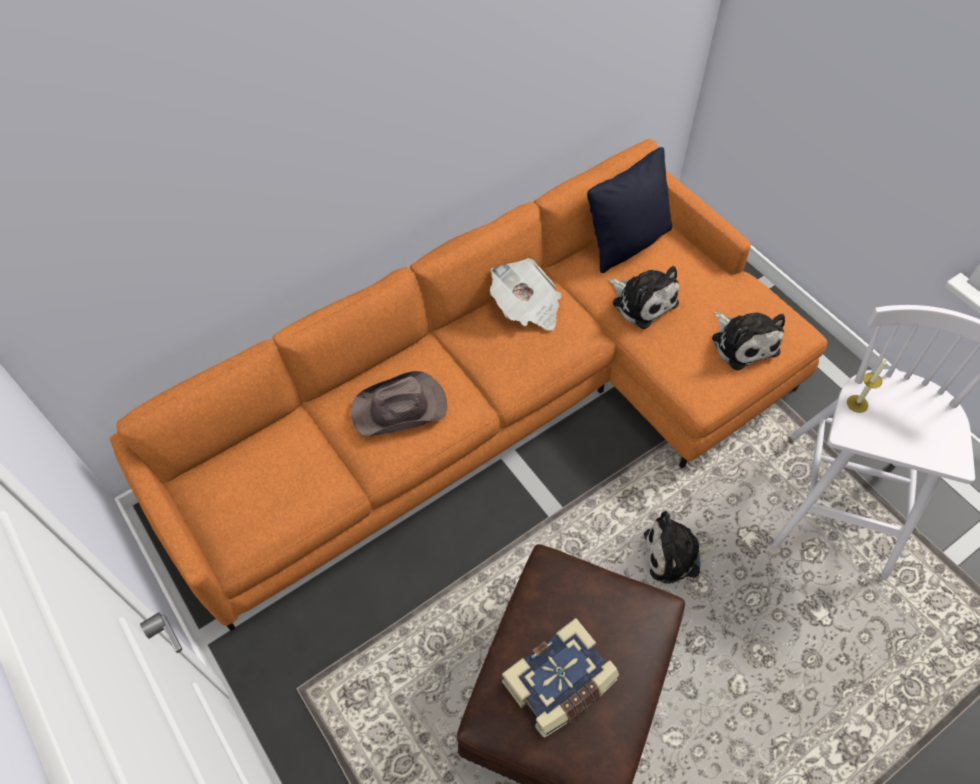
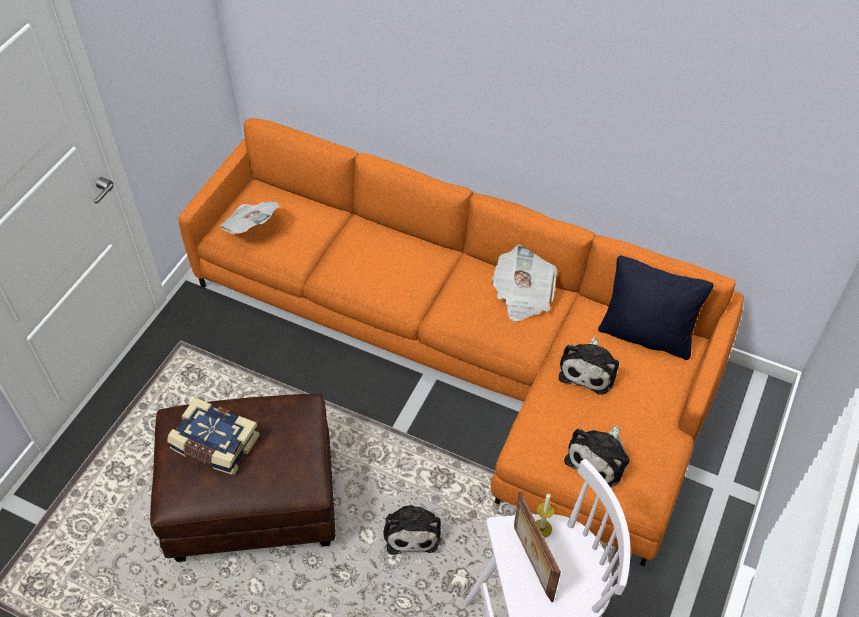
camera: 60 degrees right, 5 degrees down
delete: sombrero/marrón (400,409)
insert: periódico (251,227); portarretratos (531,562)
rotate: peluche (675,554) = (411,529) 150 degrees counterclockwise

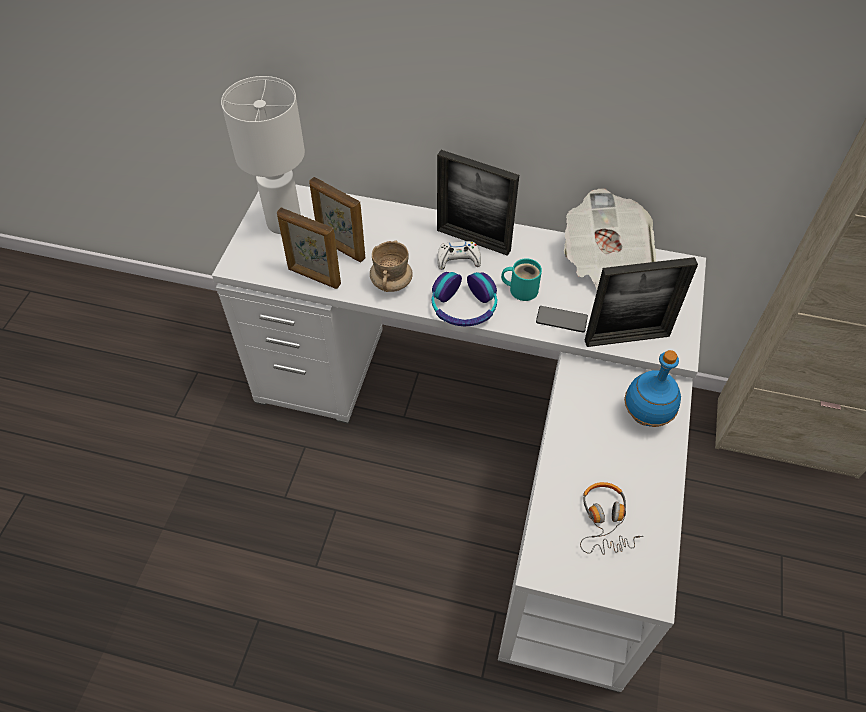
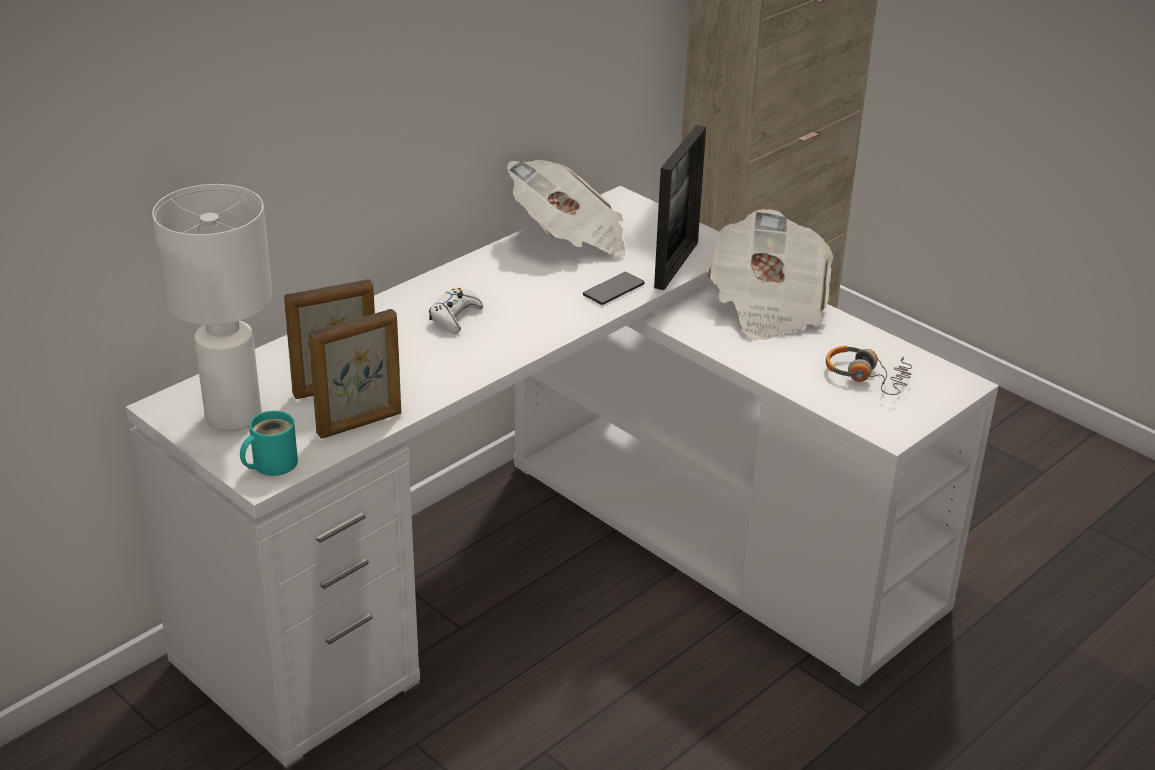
camera: 60 degrees left, 20 degrees down
delete: taza grande/beis (391,283); auriculares (464,307); portarretratos (473,240)
move: taza grande/turquesa (521,289) to (270,464)
replace: botella/azul (645,416) to periódico (767,307)

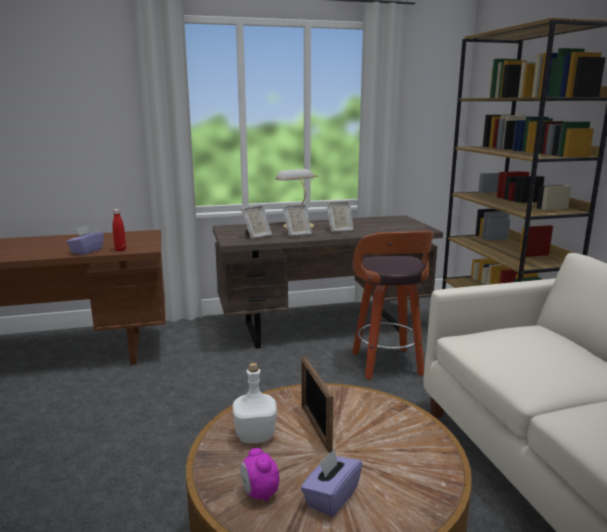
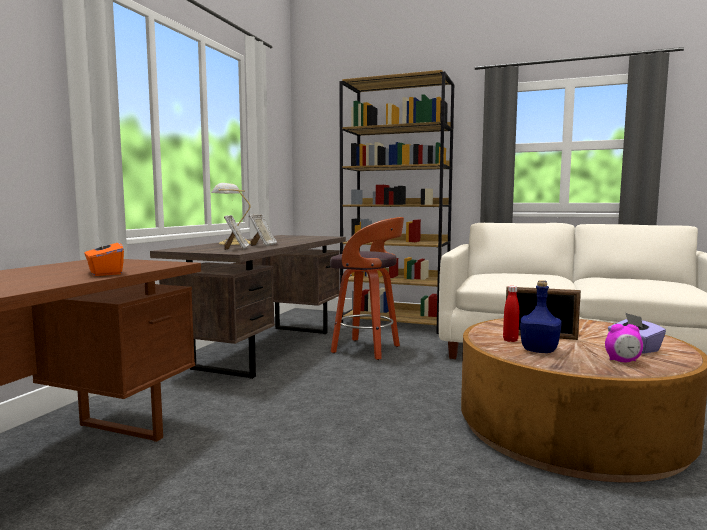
camera: 55 degrees left, 10 degrees down
delete: portarretratos (339,230)
move: botella/rojo (120,250) to (510,340)
recolor: caja de pañuelos/morado (86,251) to caja de pañuelos/naranja (104,273); botella/blanco (256,436) to botella/azul (539,350)

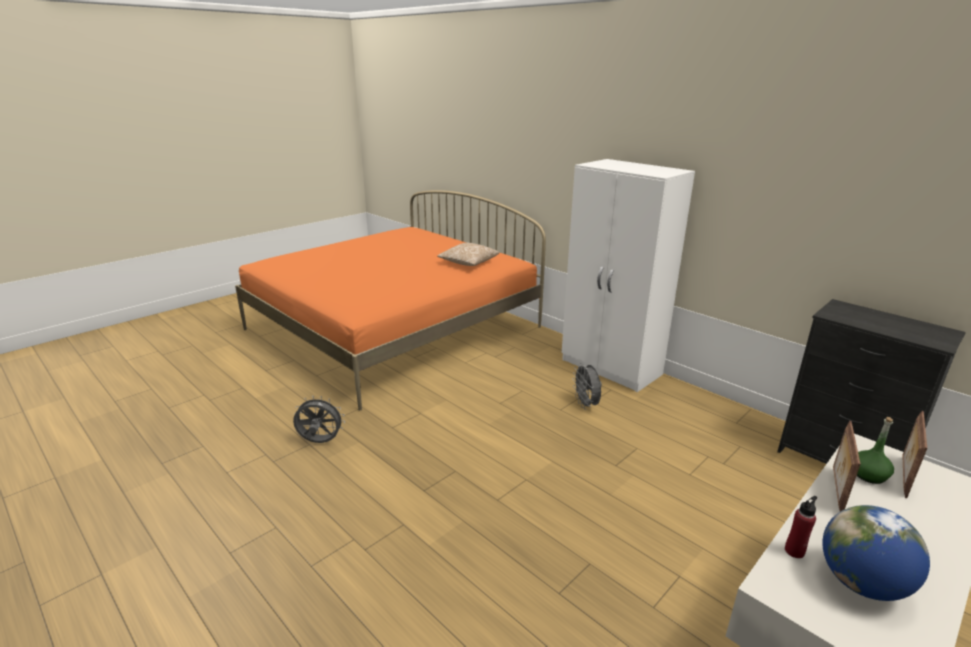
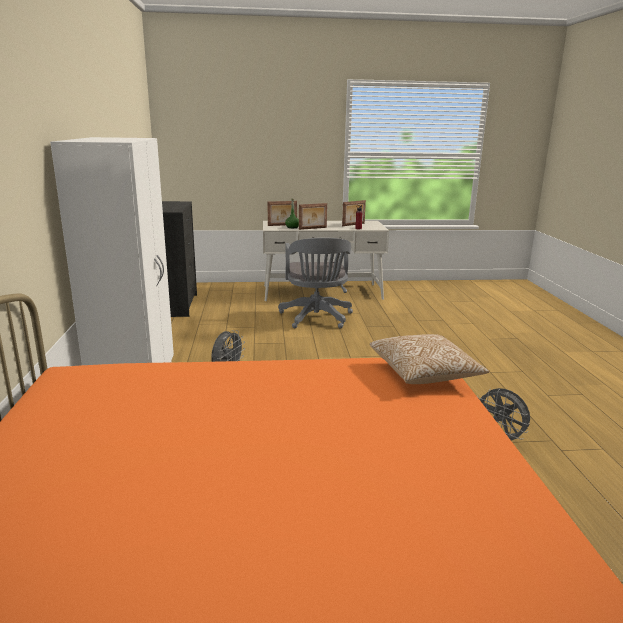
camera: 140 degrees left, 5 degrees down
insert: silla de oficina/gris (316,318)
move: cojín (468,263) to (424,373)
replace: globo terráqueo (861,583) to portarretratos (353,225)

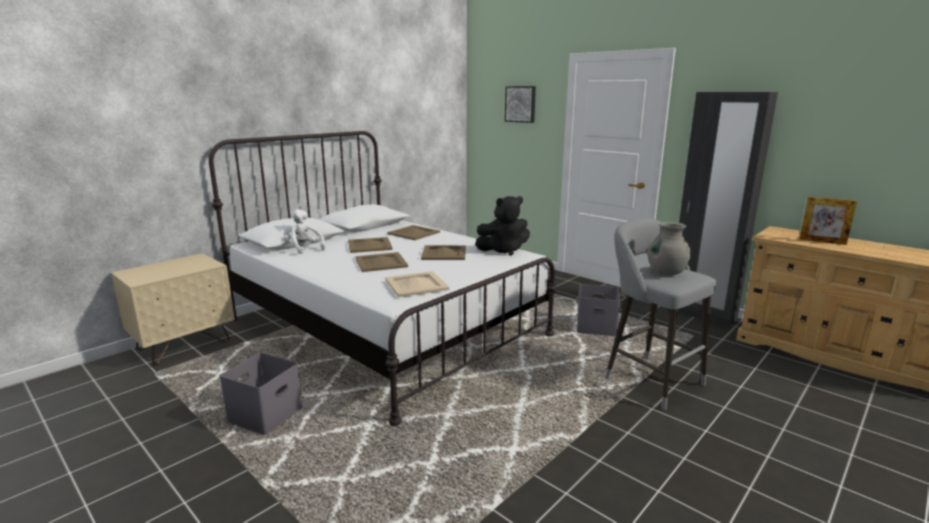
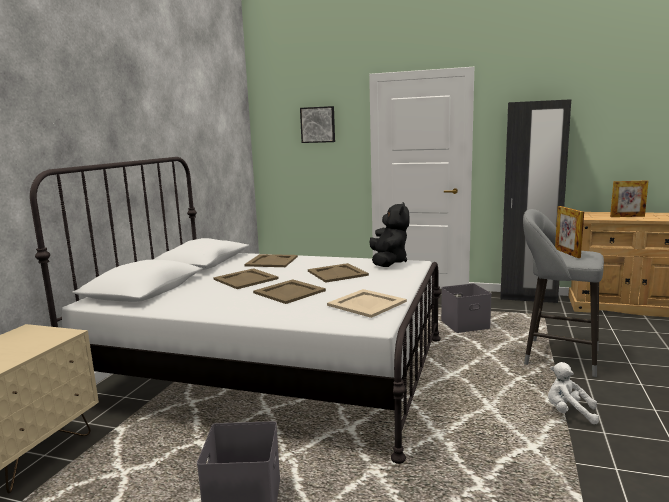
camera: 25 degrees left, 5 degrees down
move: peluche/blanco (304,249) to (569,413)
replace: florero/gris (666,272) to portarretratos (567,253)
rotate: peluche/negro (503,250) = (388,262) 45 degrees counterclockwise

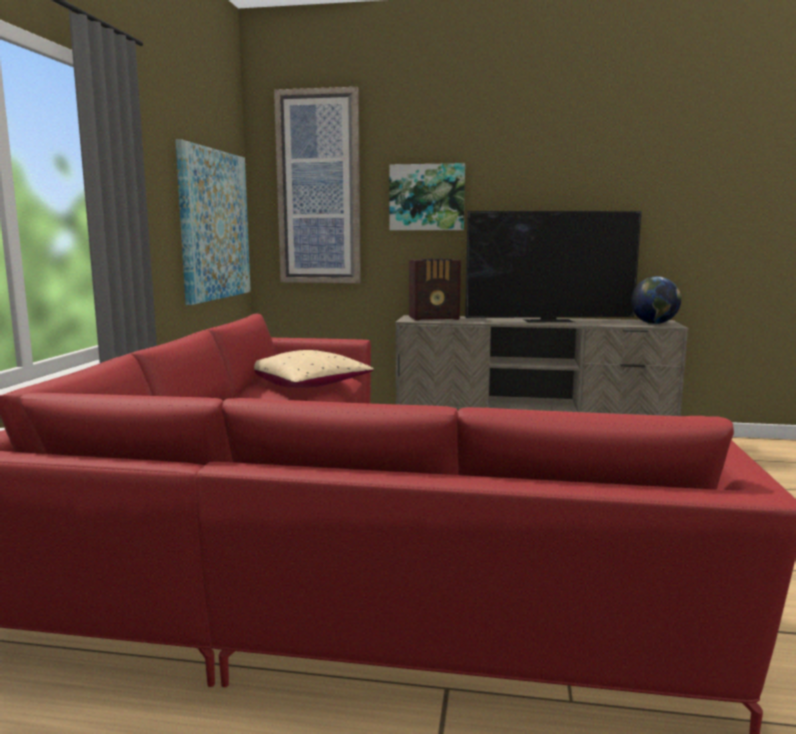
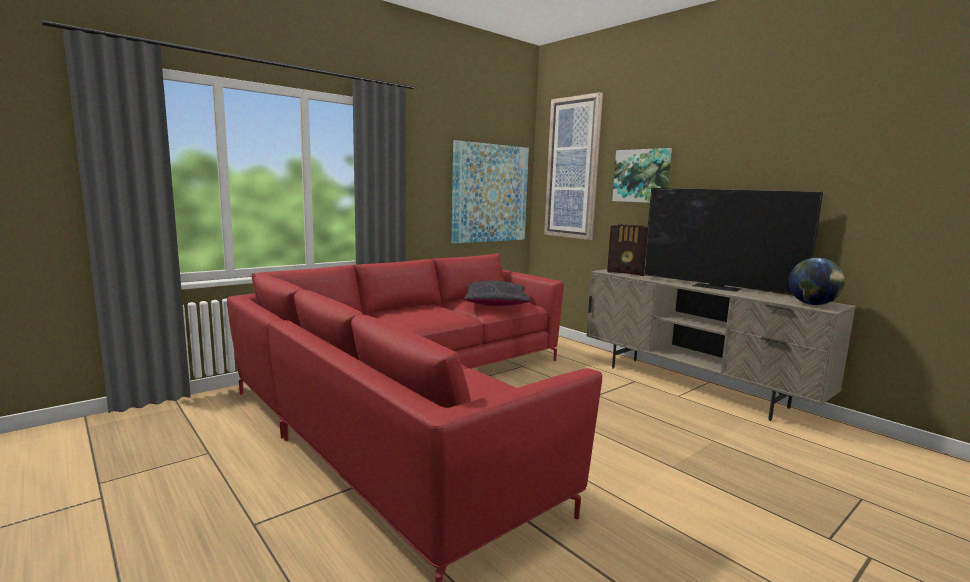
camera: 40 degrees right, 0 degrees up
recolor: cojín/beis (308,385) to cojín/negro (495,304)

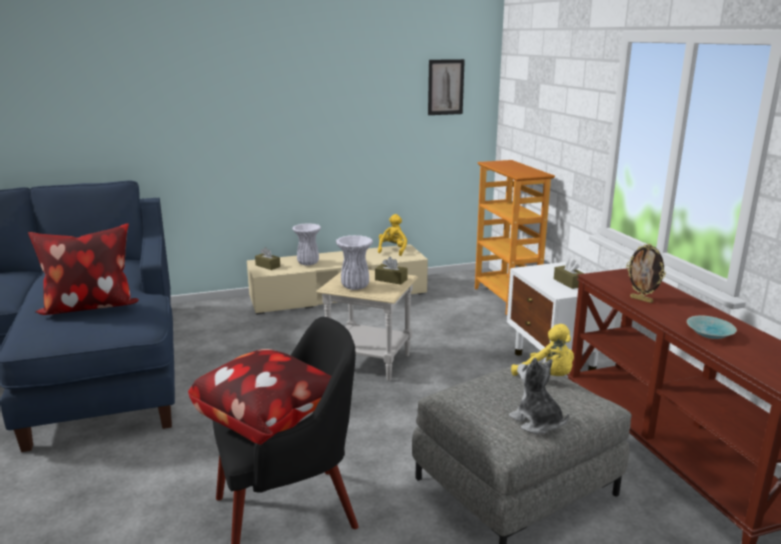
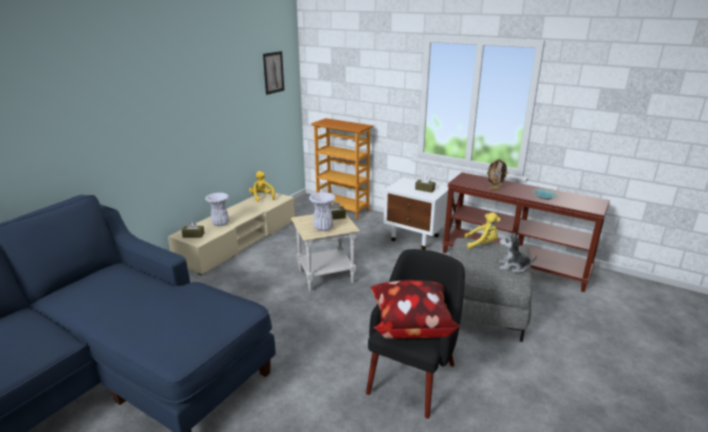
camera: 40 degrees left, 5 degrees up
delete: cojín (89,307)

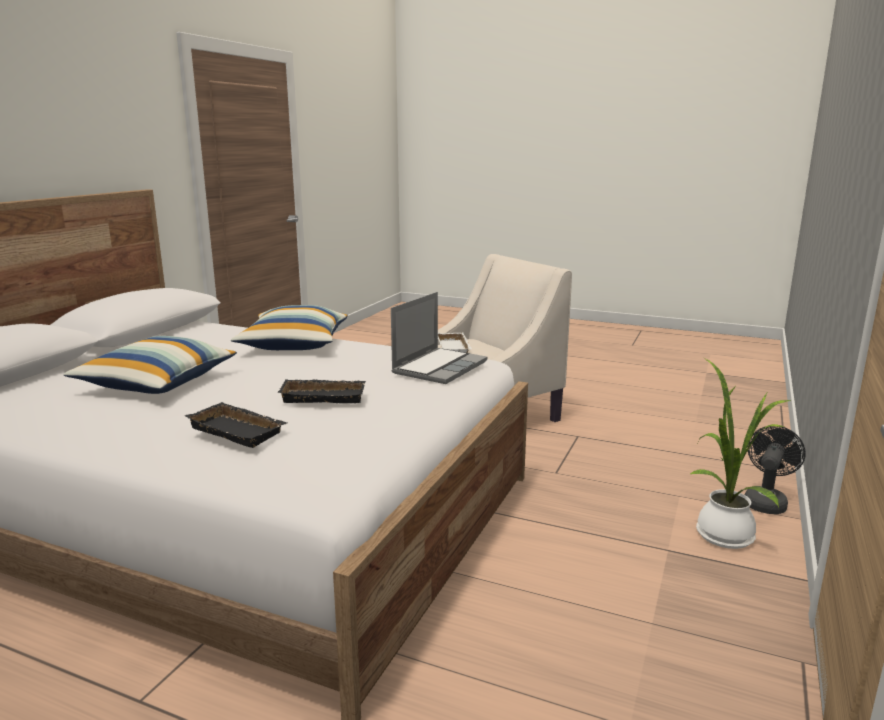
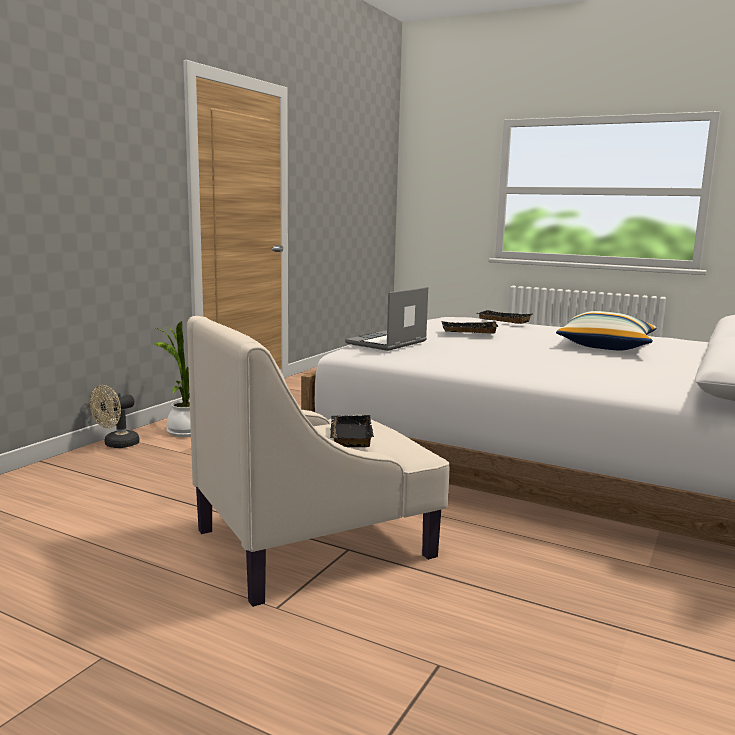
camera: 175 degrees left, 5 degrees down
delete: cojín (294,344)
recolor: ventilador/negro (765,501) to ventilador/beis (116,445); bandeja/blanco (455,348) to bandeja/negro (348,435)

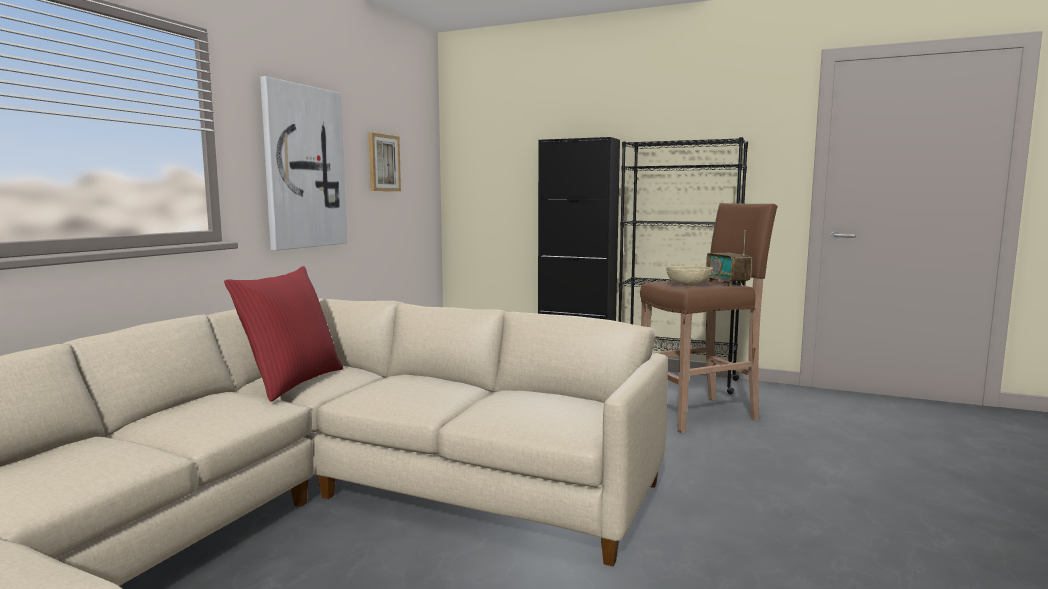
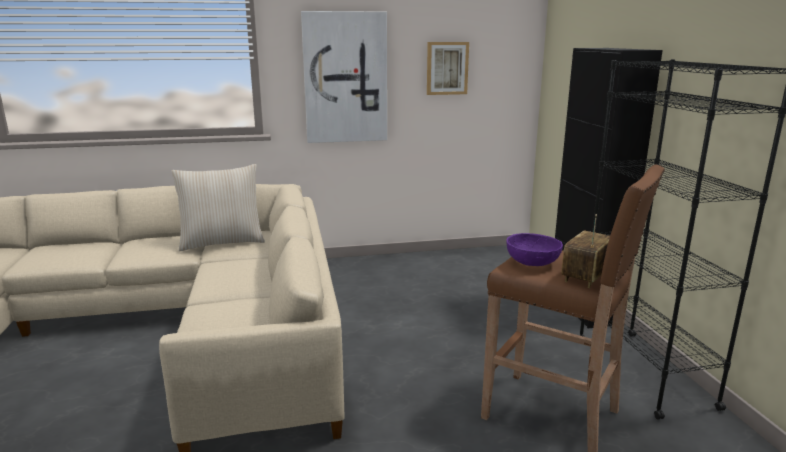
camera: 55 degrees right, 10 degrees up
recolor: cojín/rojo (291,383) to cojín/beis (222,242); cuenco/beis (688,285) to cuenco/morado (532,262)

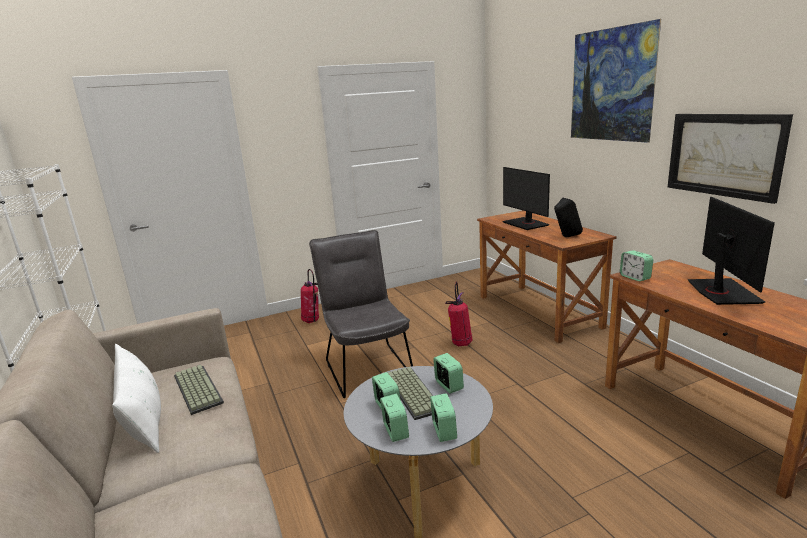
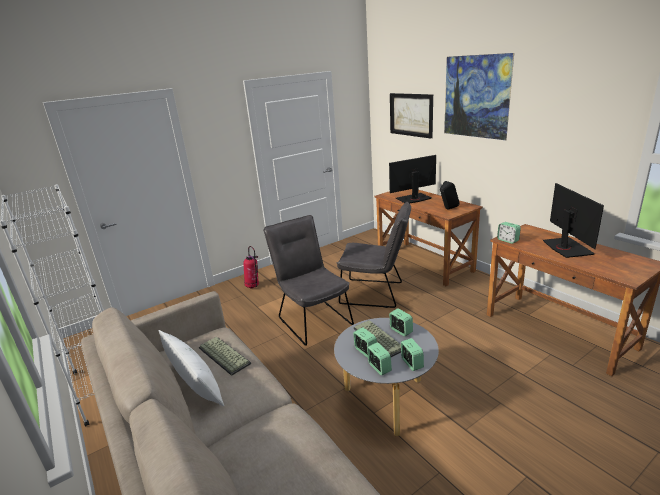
camera: 10 degrees left, 5 degrees up
move: cuadro (724,155) to (411,114)
replace: extintor (460,343) to silla/gris (376,293)
rotate: monitor (526,224) = (413,199) 105 degrees clockwise

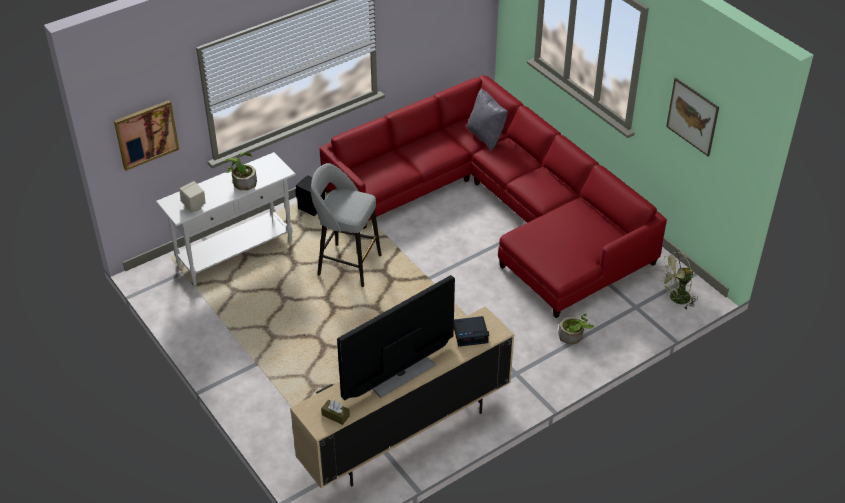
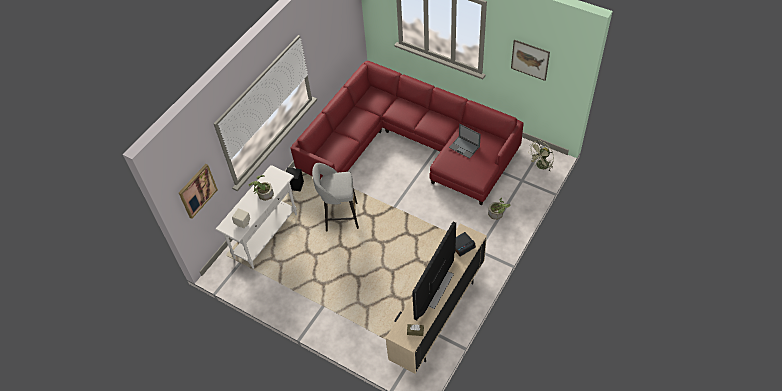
camera: 20 degrees left, 10 degrees up
delete: cojín/gris (486,136)
insert: portátil (464,147)

